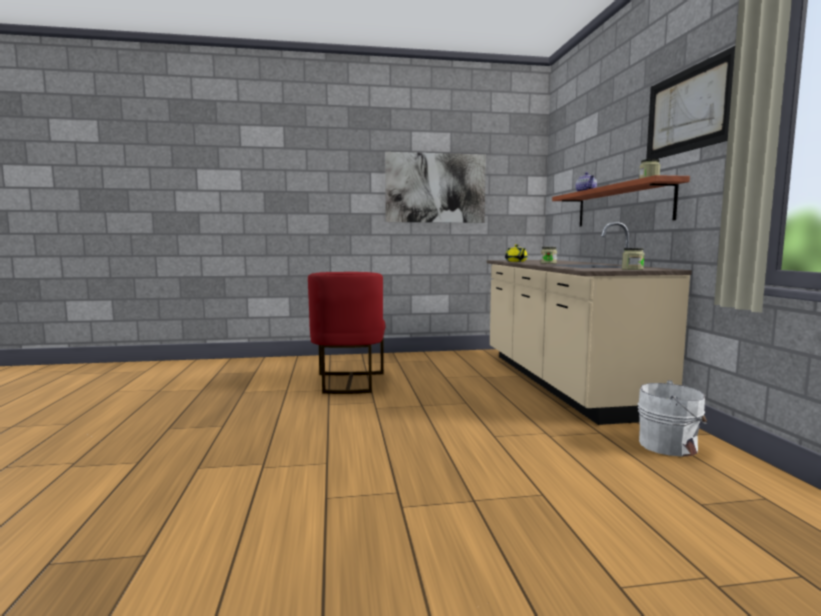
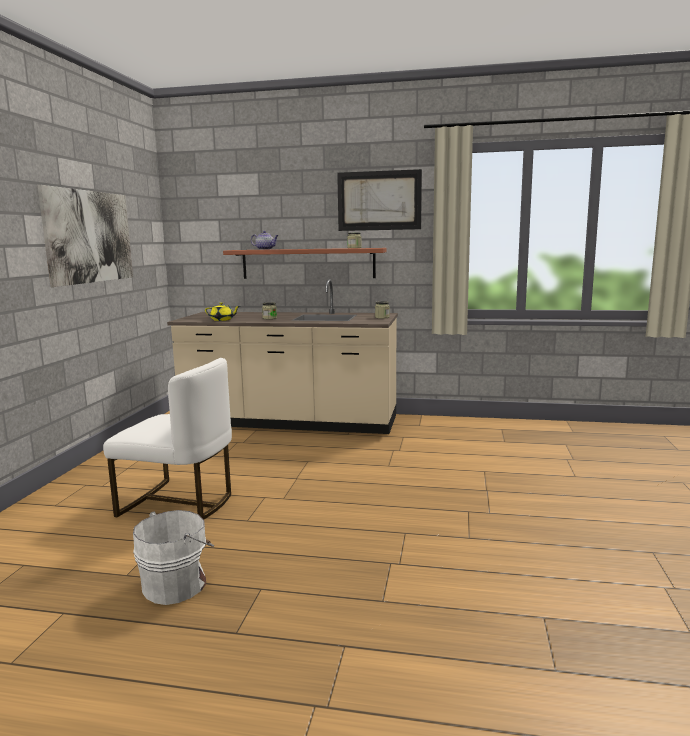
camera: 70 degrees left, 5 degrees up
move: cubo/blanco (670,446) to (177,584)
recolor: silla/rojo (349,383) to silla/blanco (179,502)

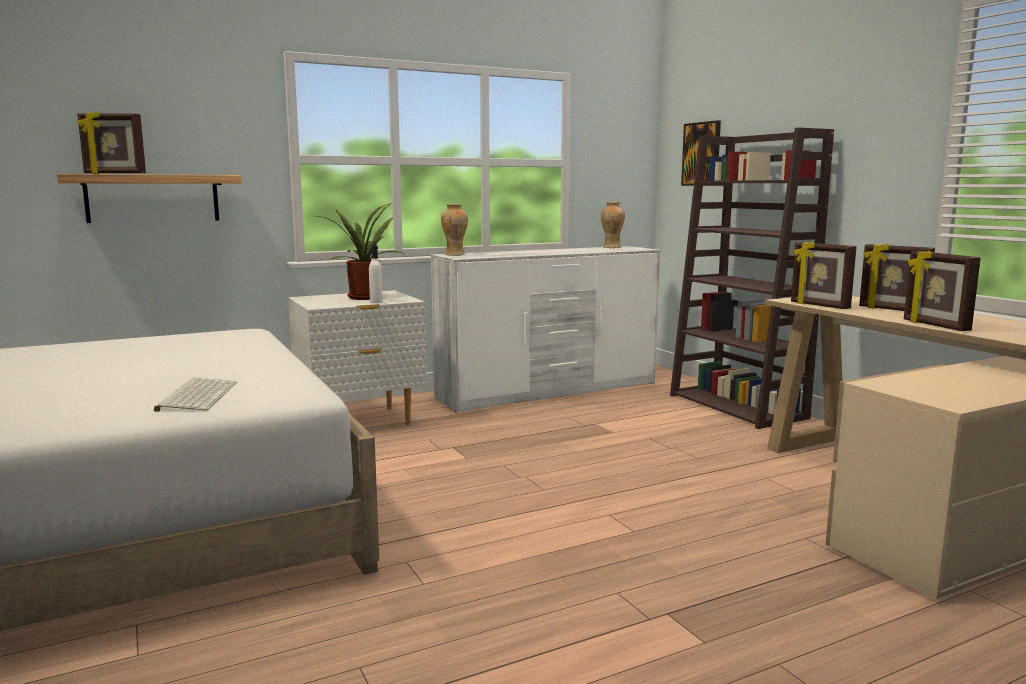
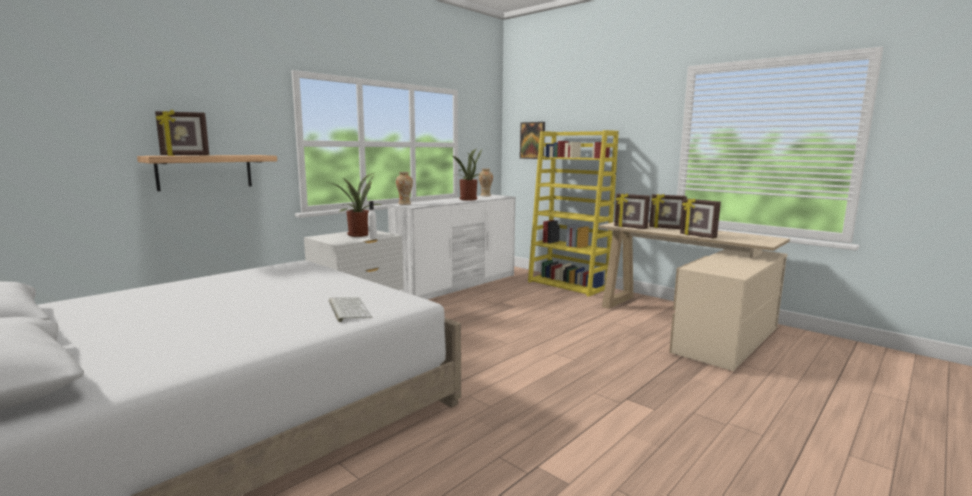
camera: 20 degrees left, 0 degrees up
insert: planta en maceta (466,199)
recolor: estantería/marrón (738,407) to estantería/amarillo (568,285)

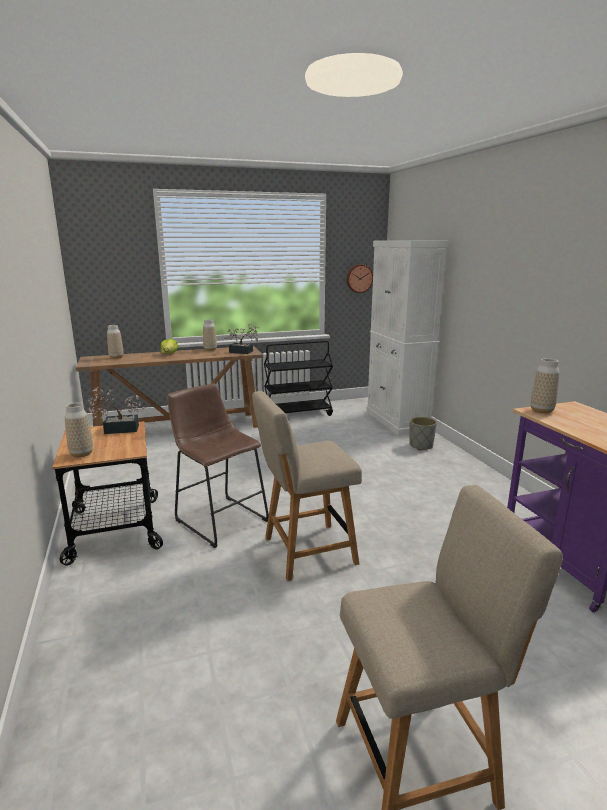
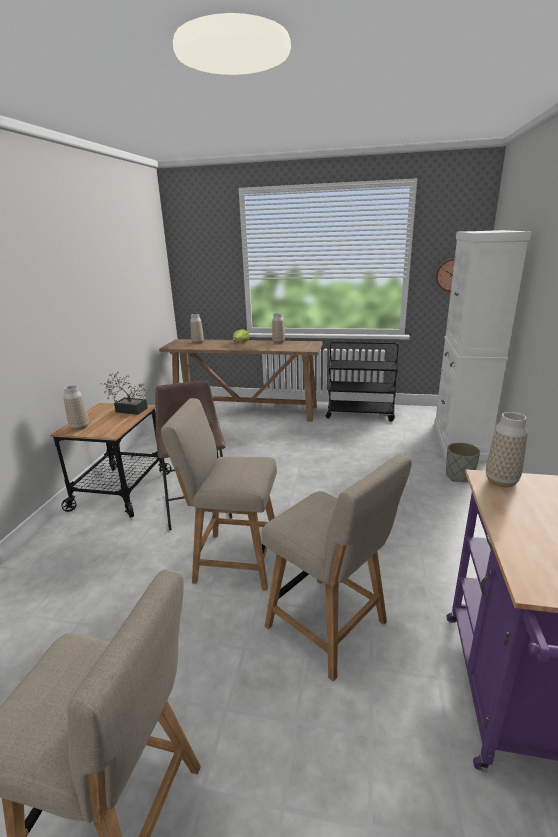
camera: 30 degrees right, 5 degrees up
delete: planta en maceta (243,352)
insert: silla/beis (330,627)

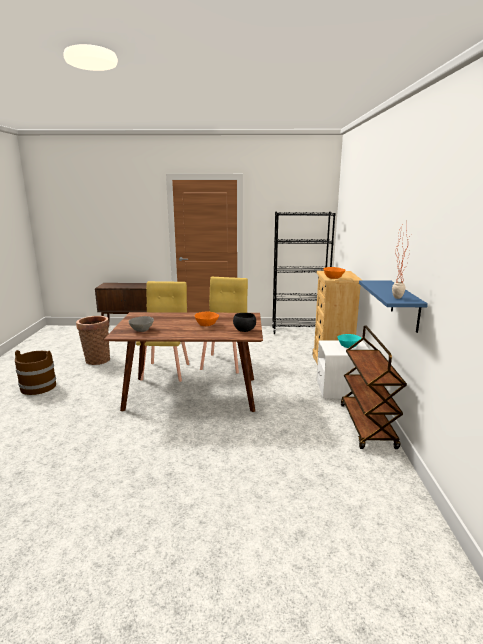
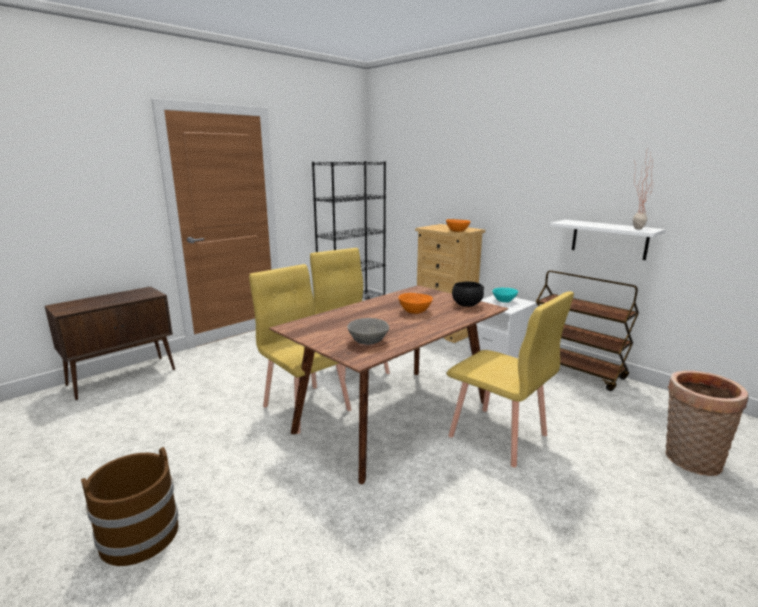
camera: 45 degrees left, 0 degrees up
insert: silla/amarillo (498,436)
move: cesta (97,359) to (689,460)
recolor: estante/azul (405,305) to estante/blanco (609,239)

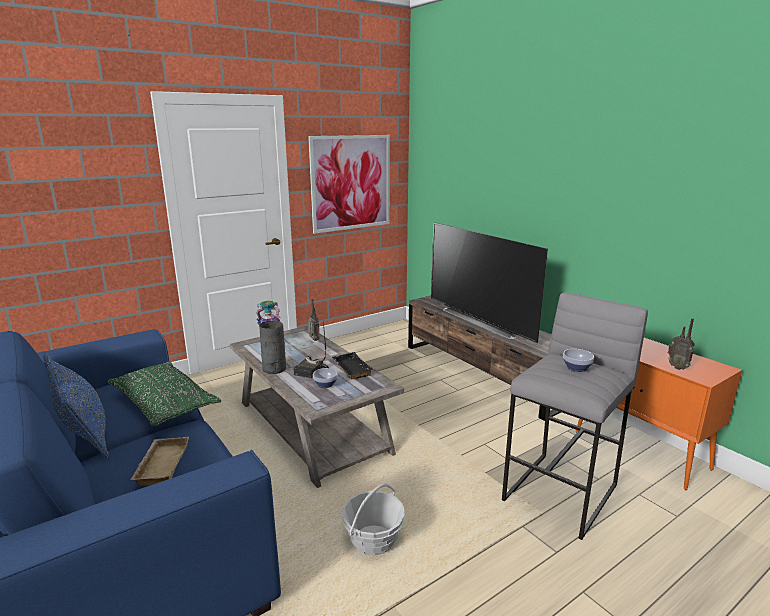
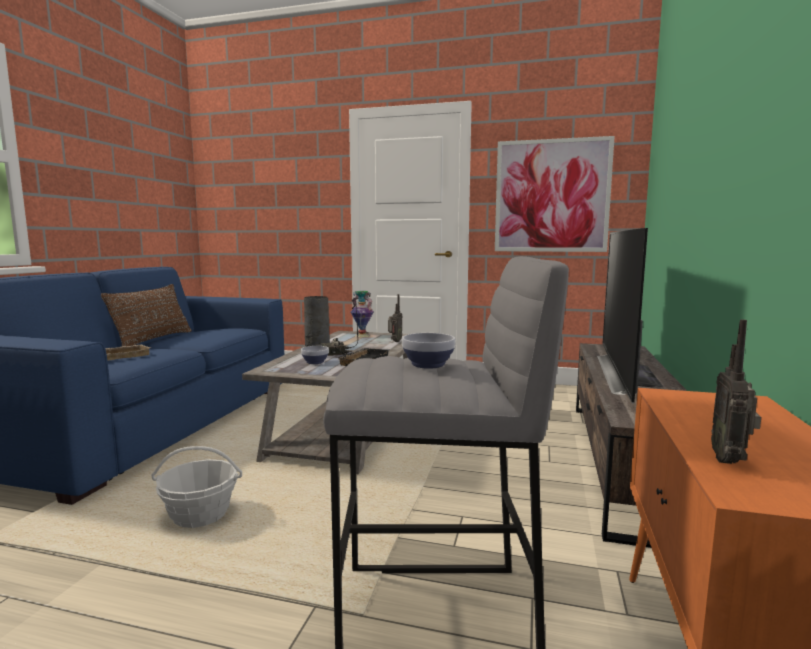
camera: 50 degrees right, 10 degrees down
delete: cojín/verde (164,404)
recolor: cojín/azul (83,431) to cojín/marrón (153,340)

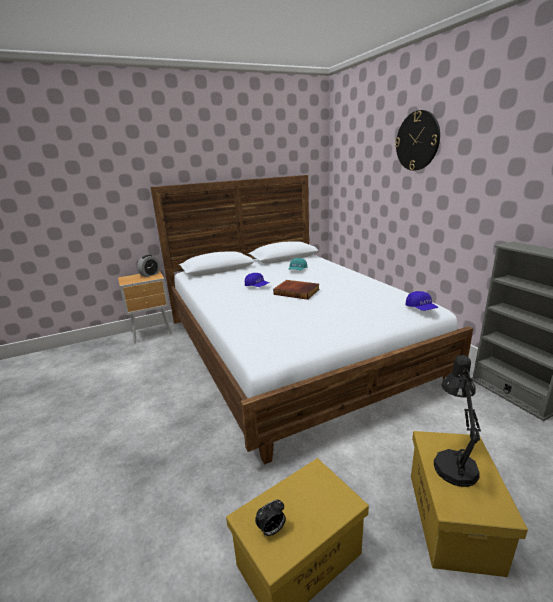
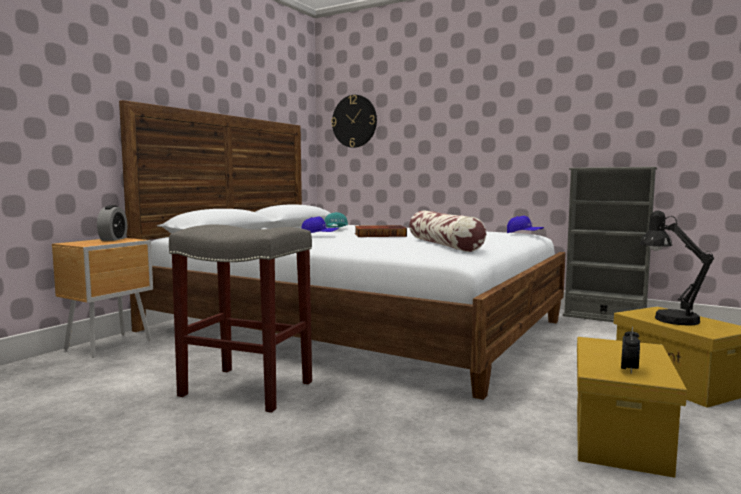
camera: 35 degrees left, 15 degrees down
insert: taburete/gris (245,389); cojín (444,245)
move: reloj de pared (417,141) to (354,121)

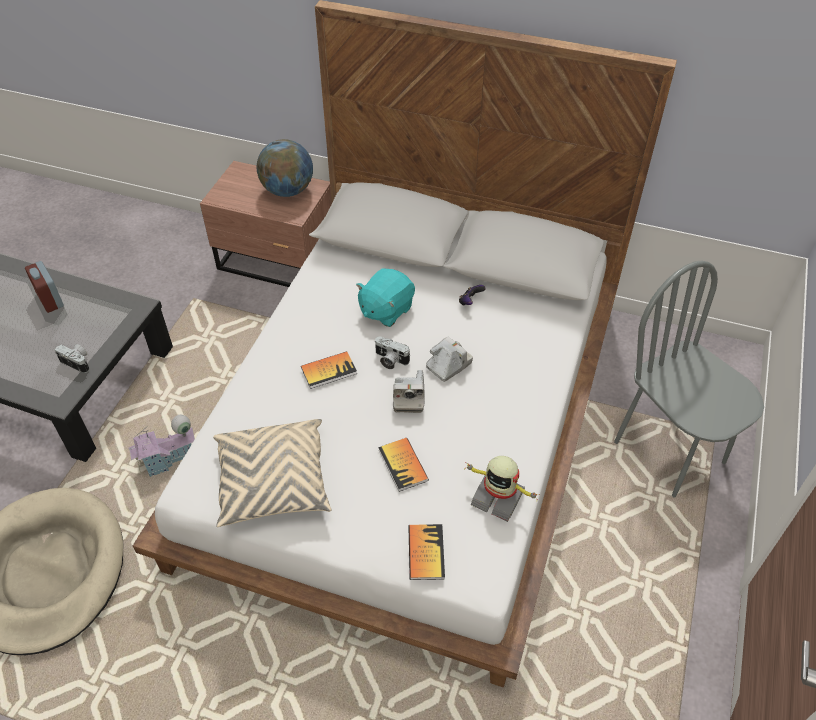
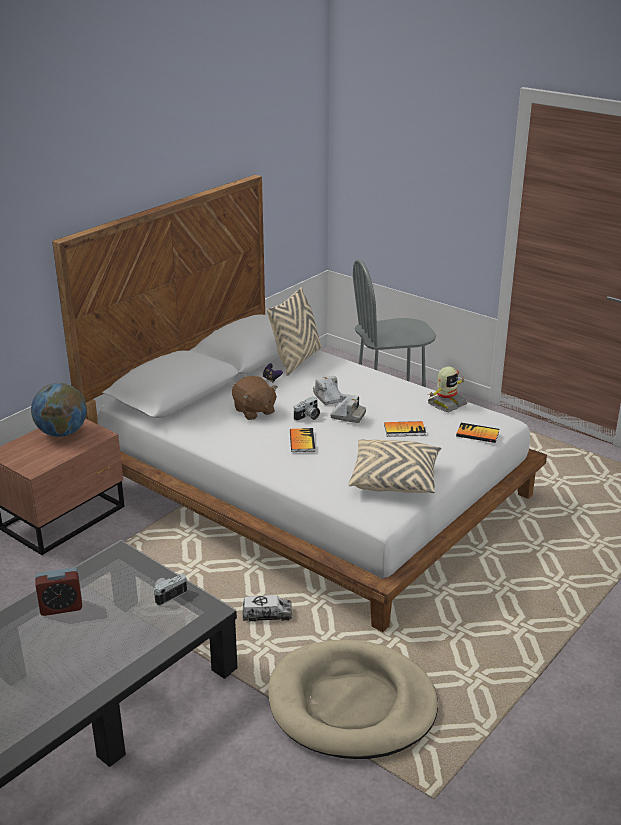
camera: 70 degrees left, 20 degrees down
insert: cojín/beis (296,360)
replace: casita (168,461) to camión de juguete (267,615)
recolor: peluche/turquesa (385,310) to peluche/marrón (254,411)

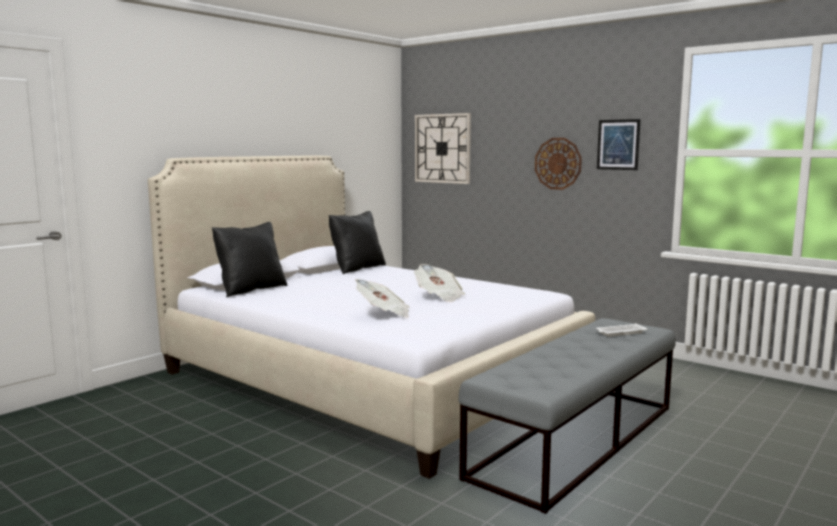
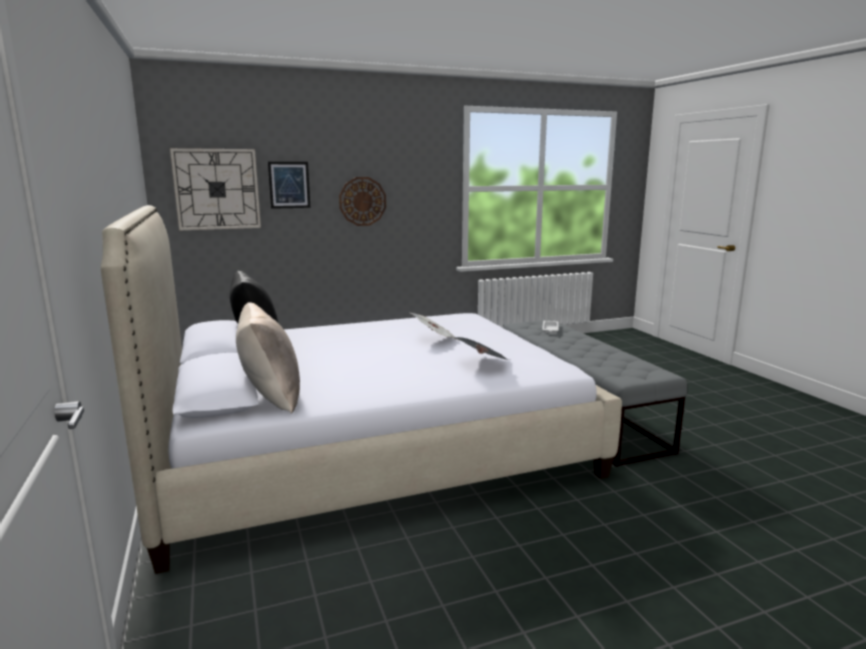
camera: 60 degrees left, 5 degrees up
move: cuadro (618,144) to (289,185)
recolor: cojín/negro (250,289) to cojín/beis (271,397)

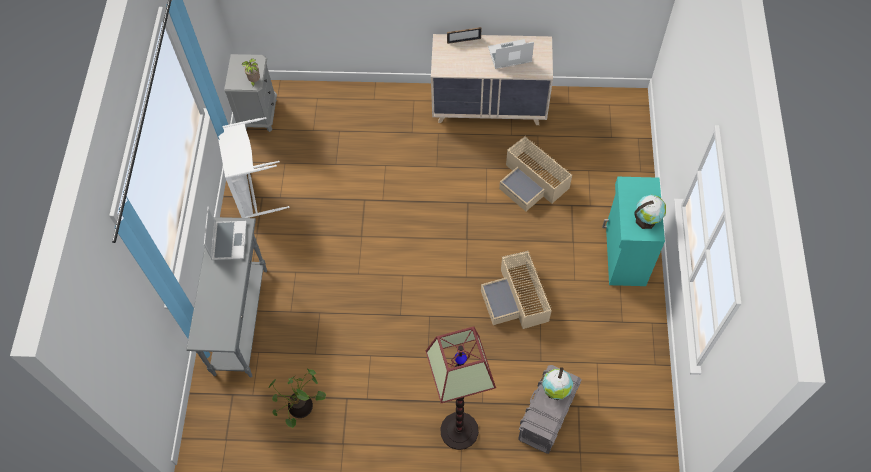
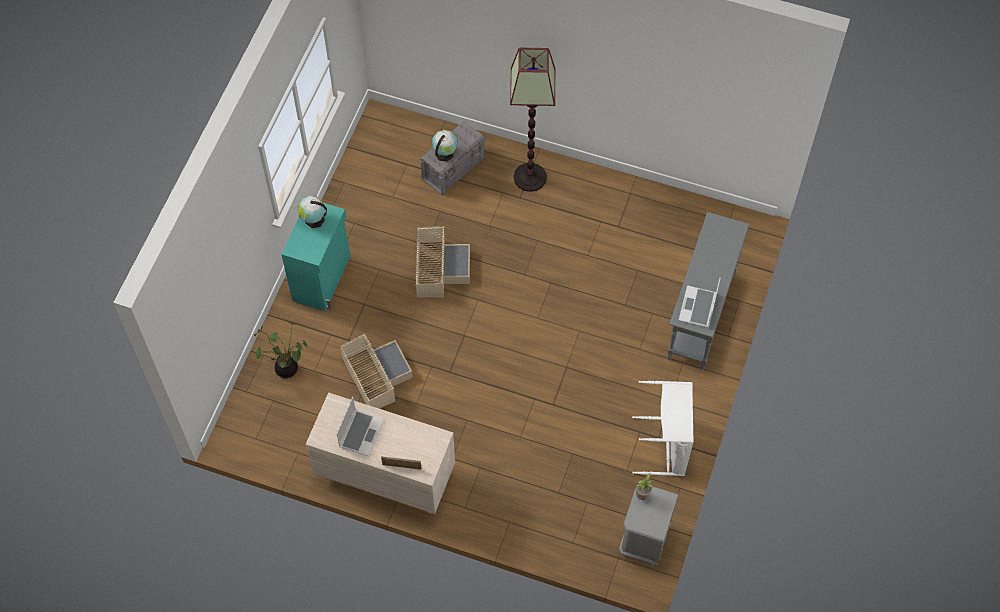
camera: 165 degrees left, 0 degrees up
move: planta en maceta (301,409) to (286,367)
rotate: portátil (509,56) = (361,433) 75 degrees counterclockwise

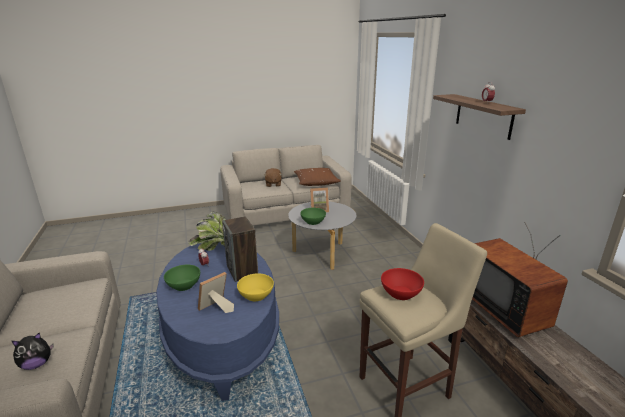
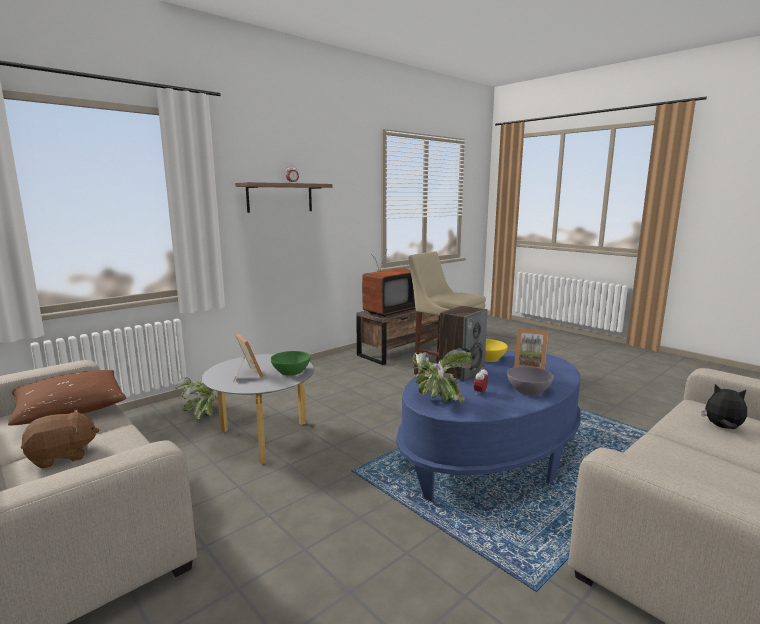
camera: 115 degrees left, 10 degrees down
delete: cuenco/rojo (400,293)
insert: planta en maceta (203,414)
recolor: cuenco/verde (184,285) to cuenco/gris (528,390)

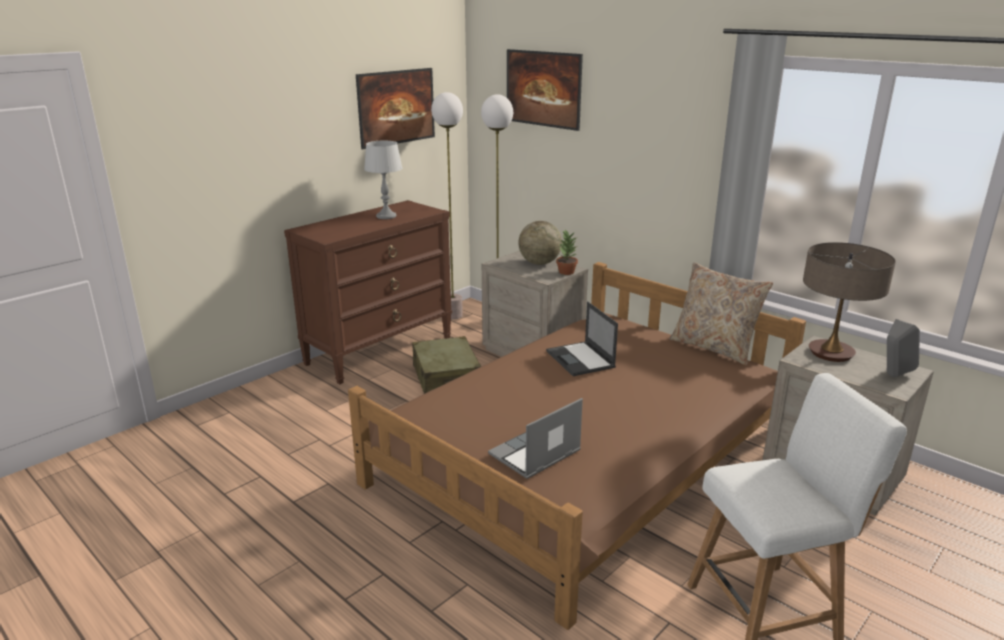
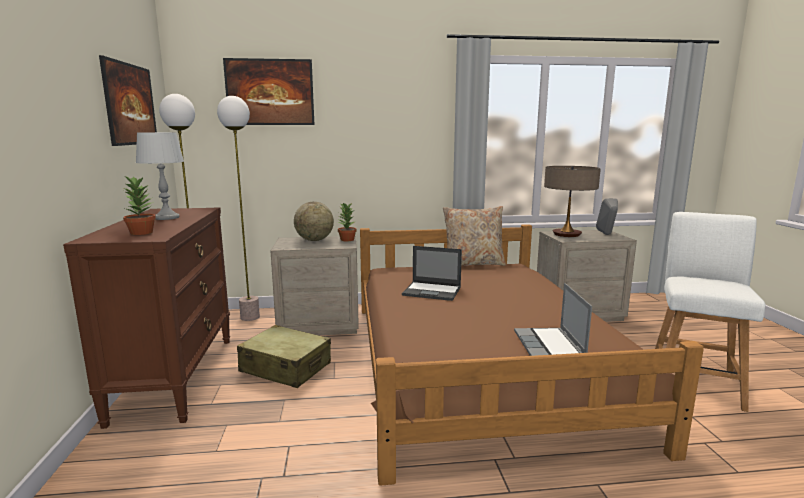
camera: 50 degrees left, 10 degrees down
insert: planta en maceta (141,232)

